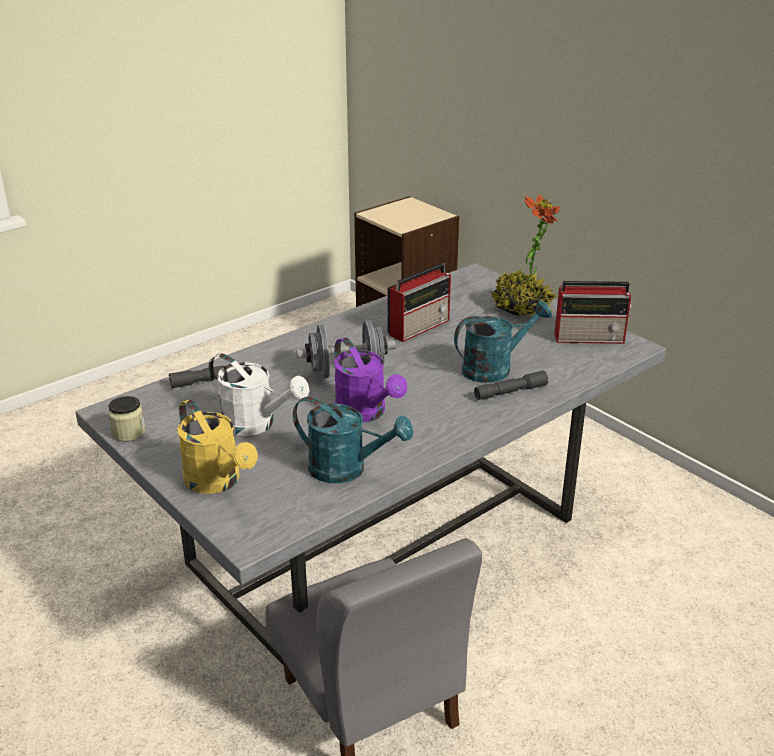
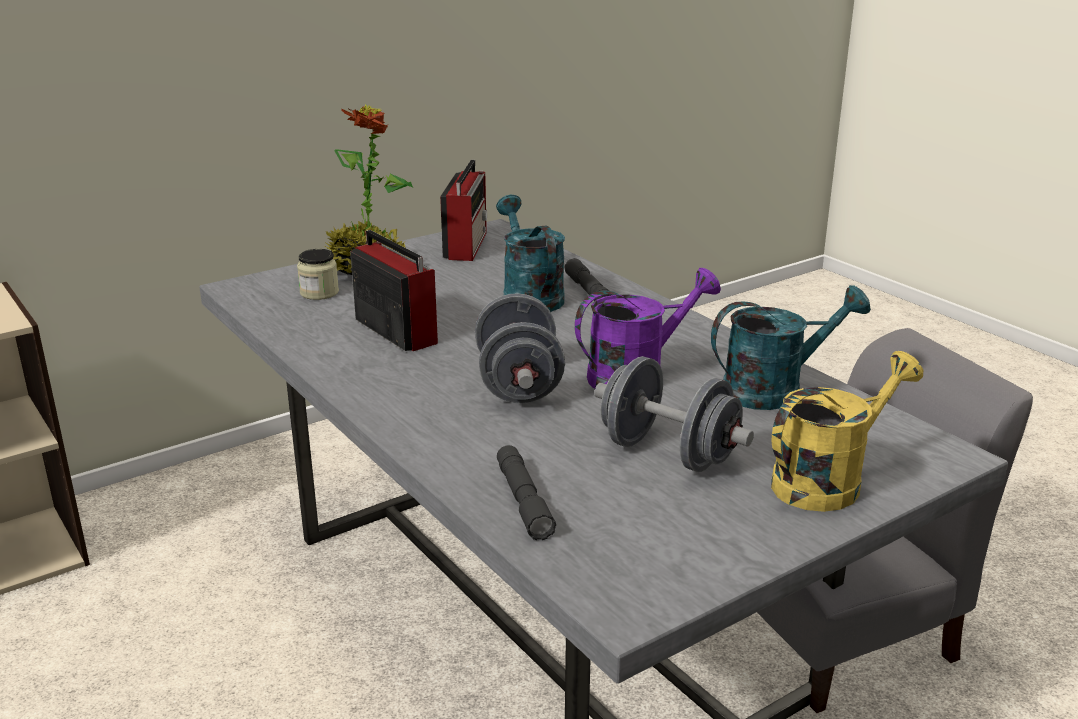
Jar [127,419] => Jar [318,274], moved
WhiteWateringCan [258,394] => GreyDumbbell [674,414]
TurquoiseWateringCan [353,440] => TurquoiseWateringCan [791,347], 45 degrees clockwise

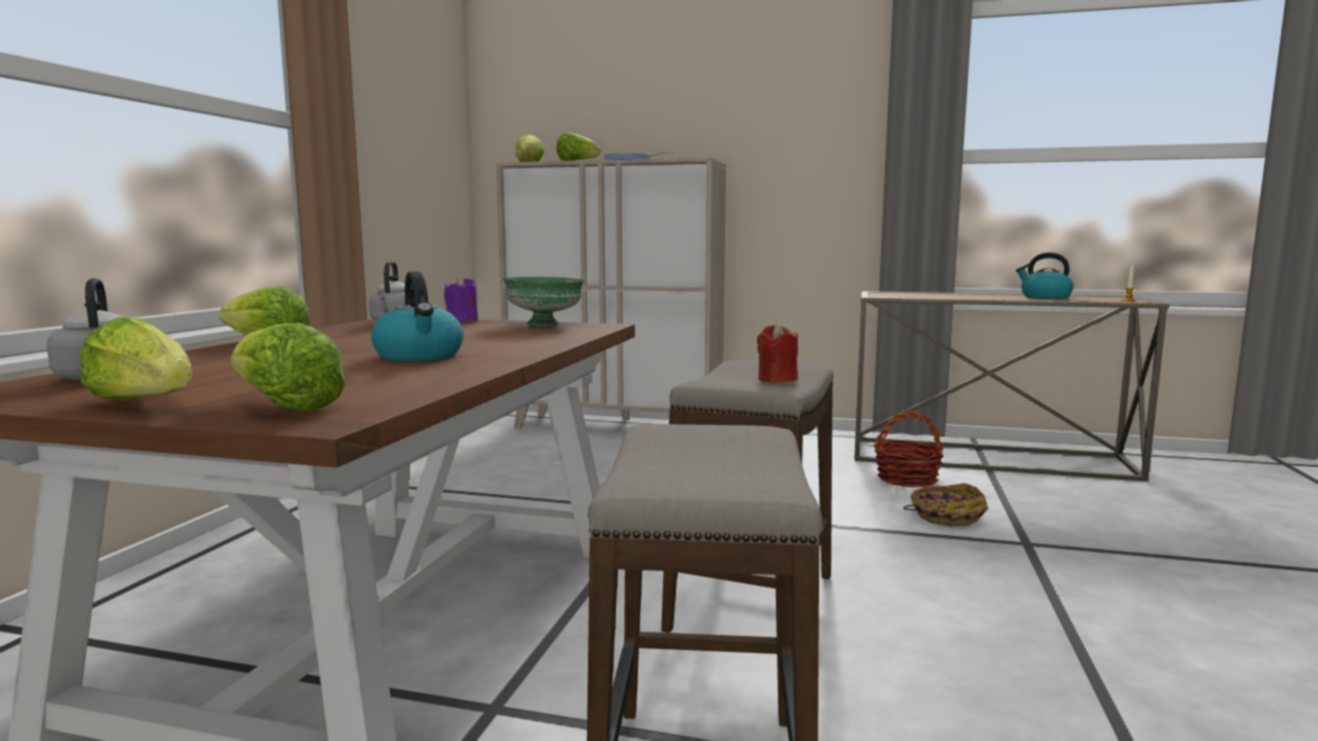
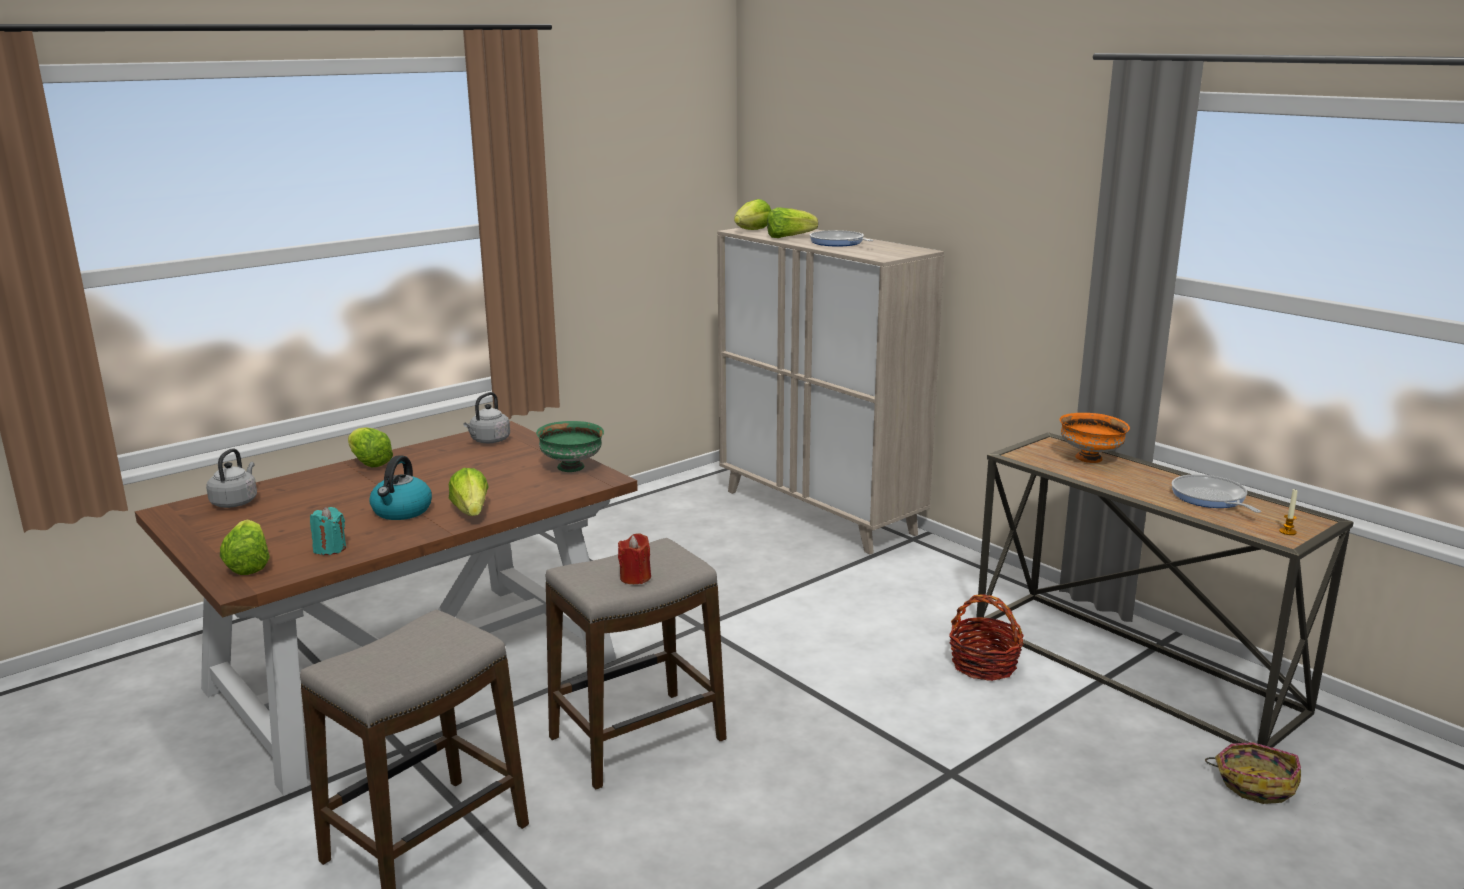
Lettuce [136,358] => Lettuce [469,492], moved
PurpleCandle [461,299] => nothing
Basket [945,504] => Basket [1253,773], moved
Kettle [1045,275] => FryingPan [1216,493]
nothing => TurquoiseCandle [328,531]
nothing => OrangeBowl [1095,438]

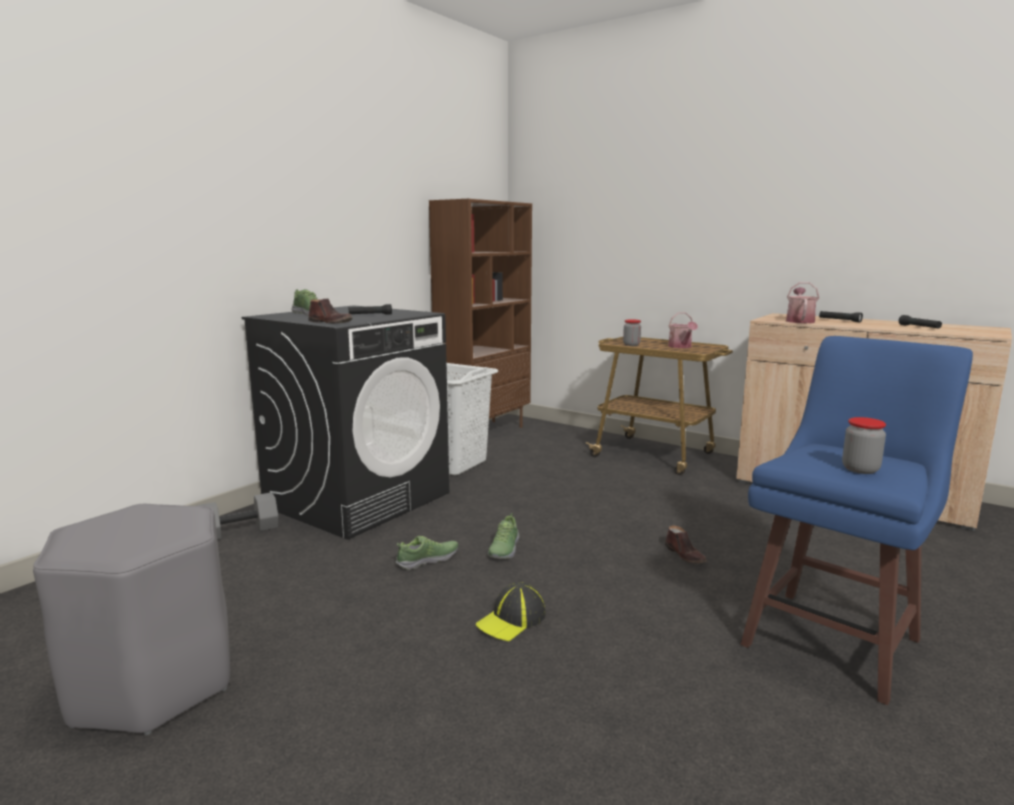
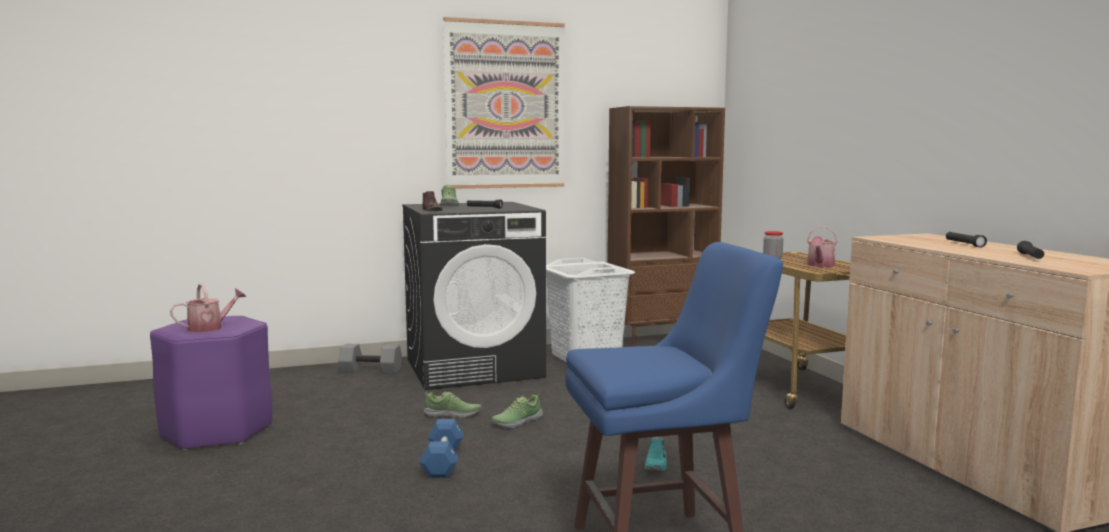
GreyStool [131,619] => PurpleStool [211,383]
Cap [510,611] => BlueDumbbell [441,448]
BrownShoe [686,545] => TurquoiseShoe [656,453]
WateringCan [802,302] => WateringCan [208,307], moved
Jar [864,445] => nothing
nothing => Picture [504,103]

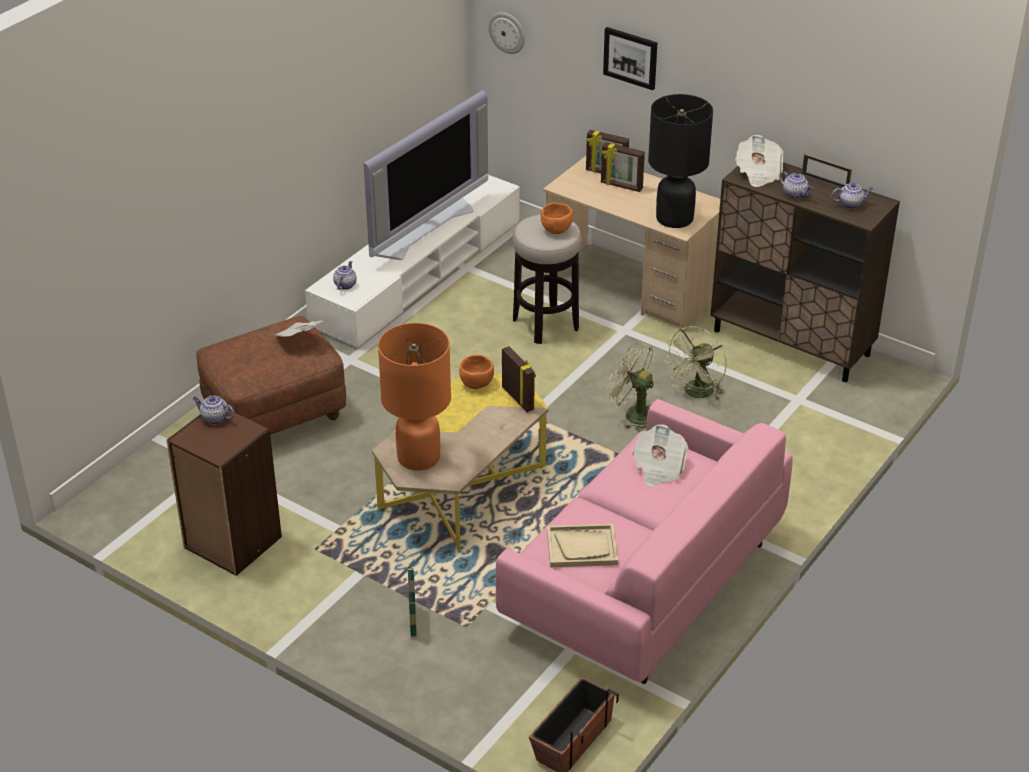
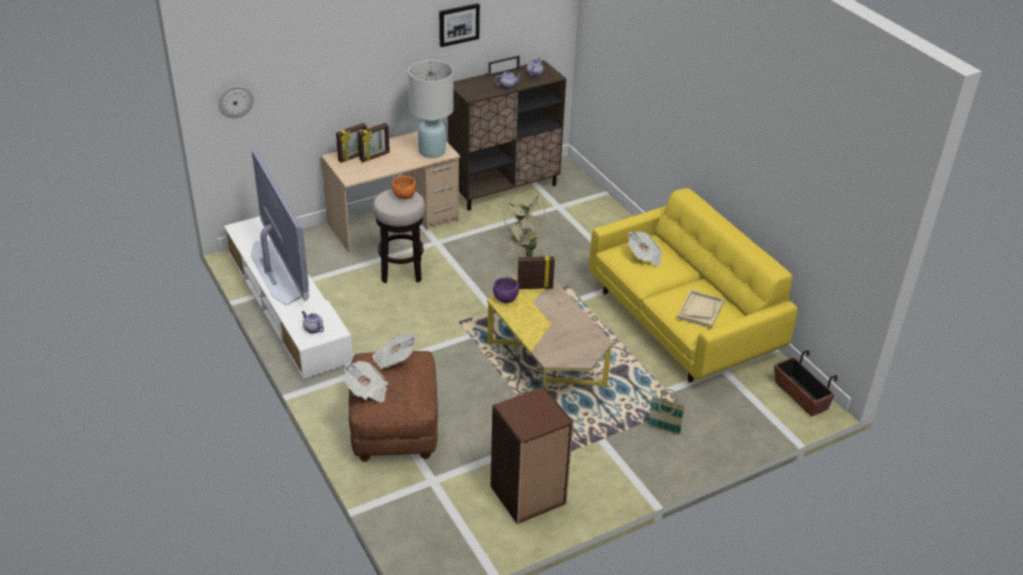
Teapot [214,410] => nothing
OrangeTableLamp [414,397] => nothing
OrangeBowl [476,372] => PurpleBowl [506,290]
PinkSofa [644,541] => YellowSofa [693,285]
Picture [630,58] => Picture [459,25], moved
BlackTableLamp [680,161] => WhiteTableLamp [431,109]
Newspaper [759,161] => Newspaper [366,381], moved

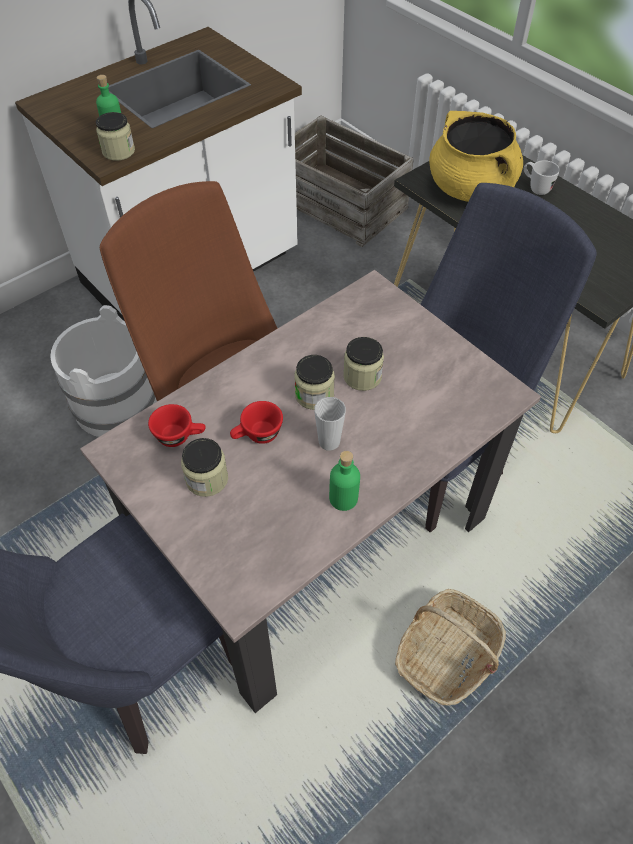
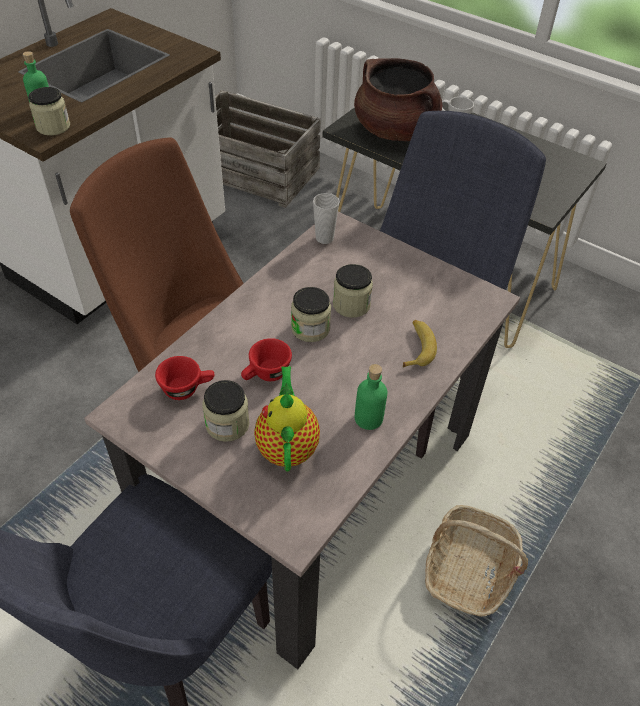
WhiteBucket [103,371] => nothing
Cup [330,424] => Cup [326,218], moved
YellowCookingPot [476,156] => BrownCookingPot [398,99]
nothing => Teapot [287,419]
nothing => Banana [420,344]

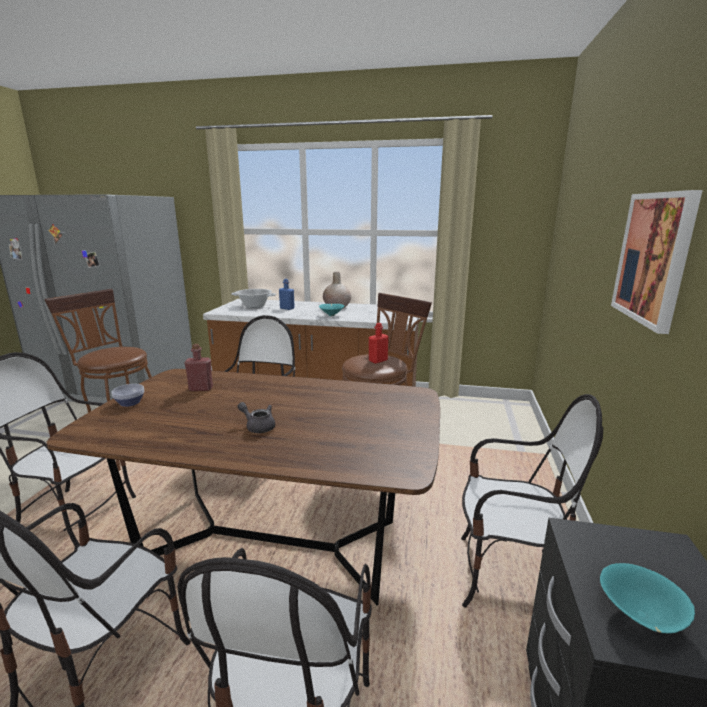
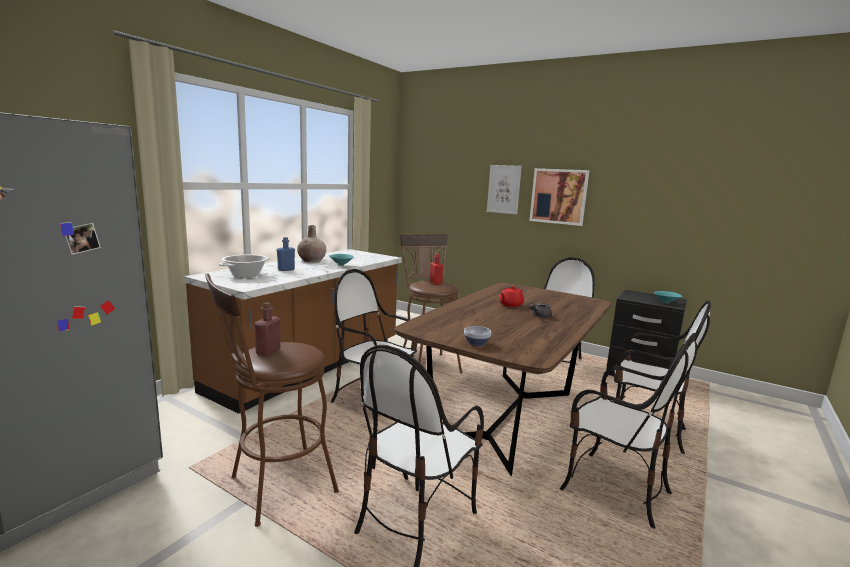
RedBottle [198,367] => RedBottle [267,329], moved
nothing => Picture [504,189]
nothing => RedTeapot [511,296]

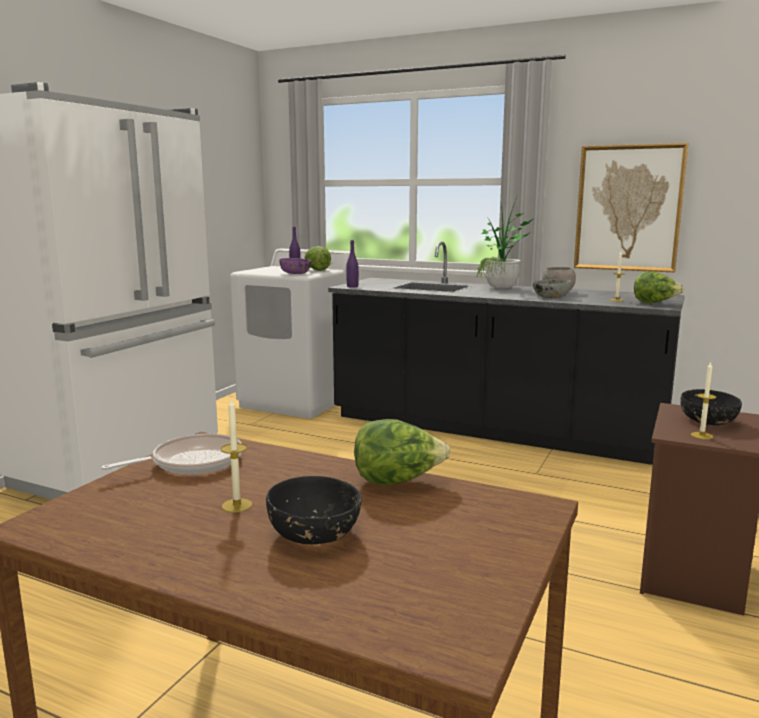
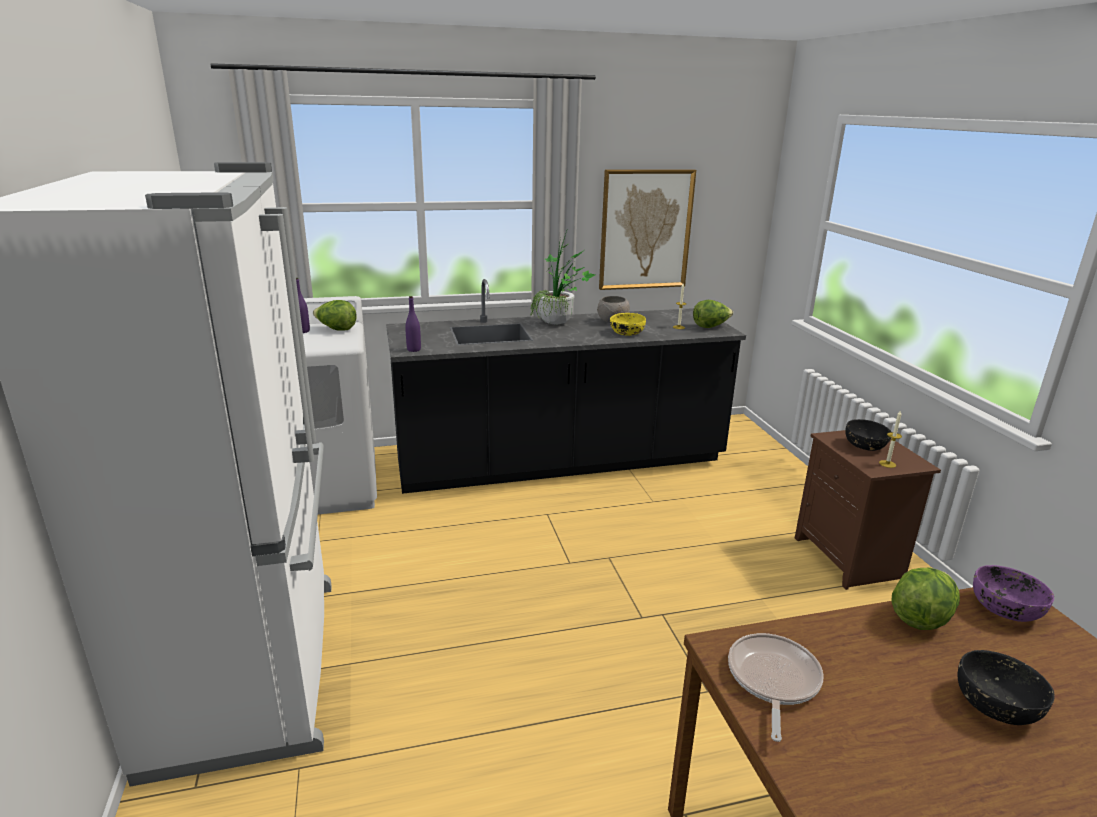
Candle [236,455] => nothing
PurpleBowl [295,266] => PurpleBowl [1013,593], moved
GreyBowl [552,288] => YellowBowl [628,324]

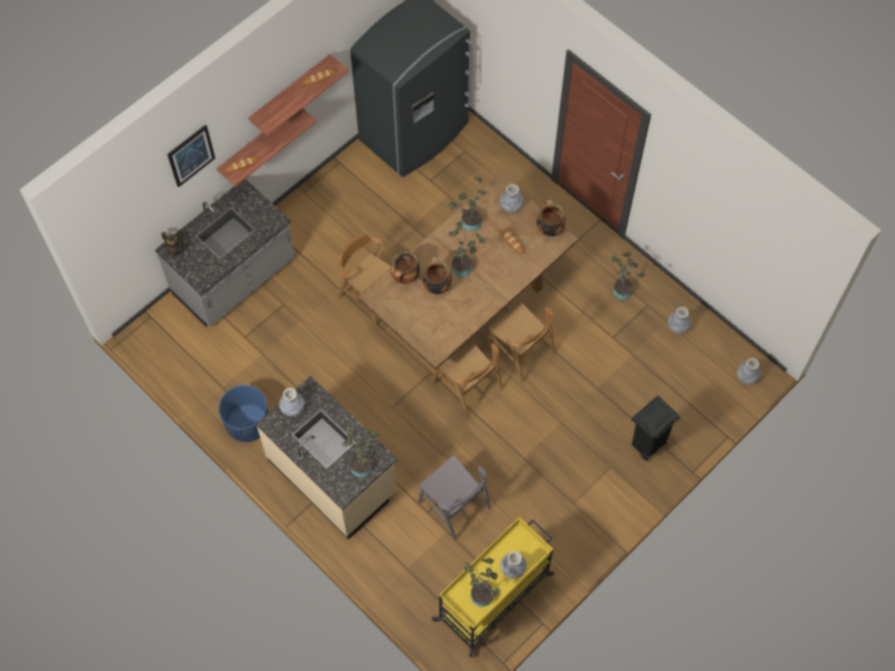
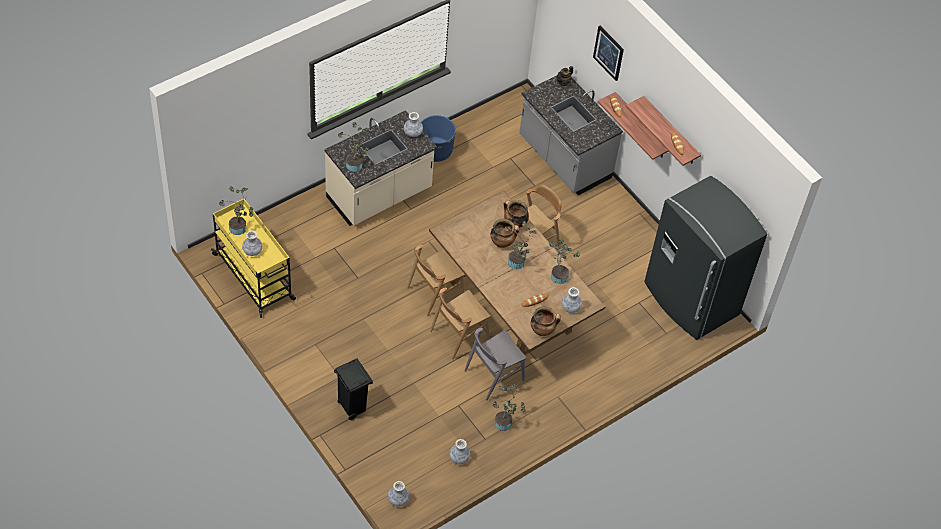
GreyChair [454,498] => GreyChair [495,364], moved

